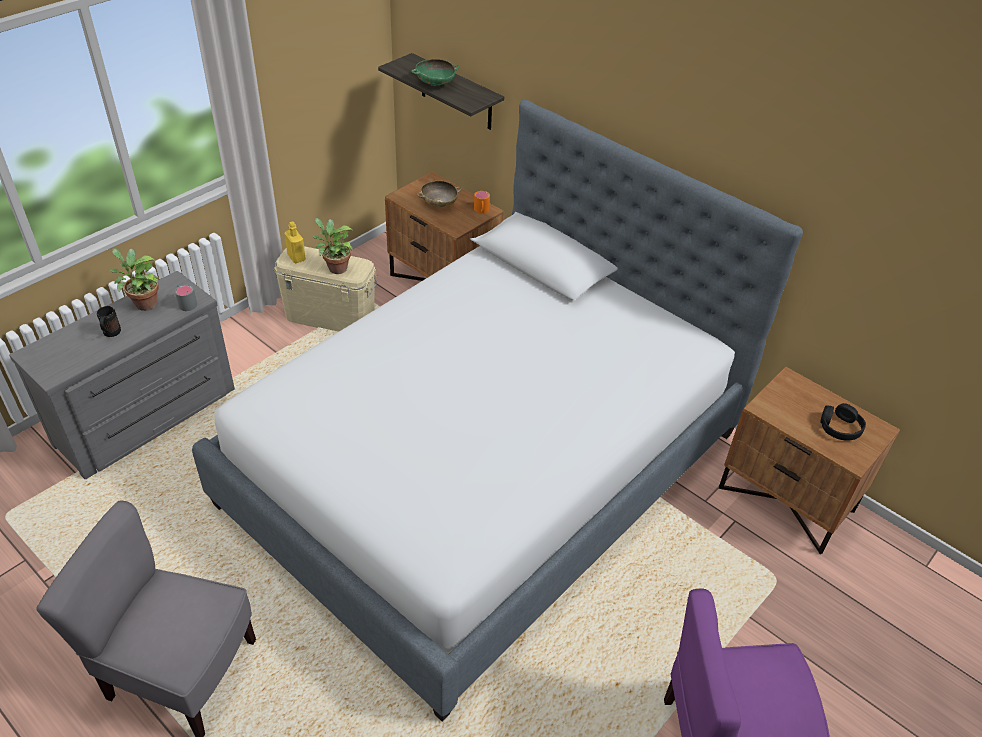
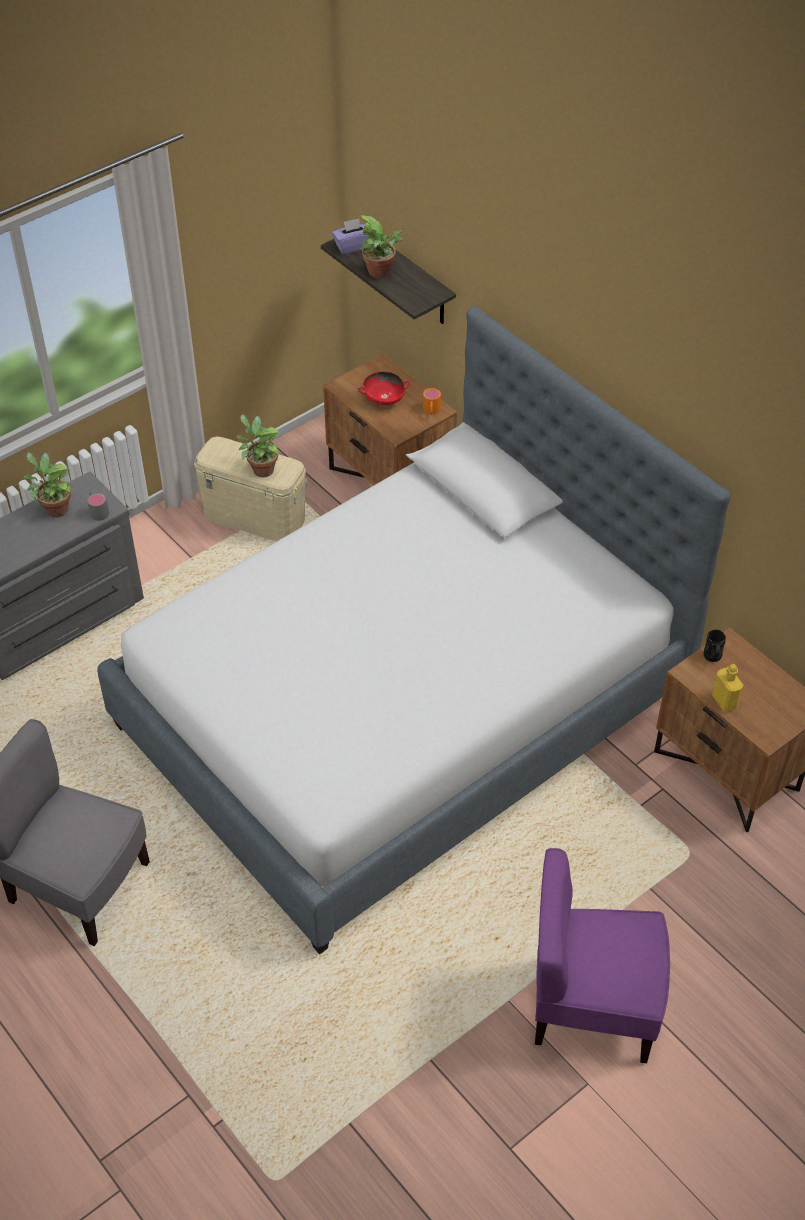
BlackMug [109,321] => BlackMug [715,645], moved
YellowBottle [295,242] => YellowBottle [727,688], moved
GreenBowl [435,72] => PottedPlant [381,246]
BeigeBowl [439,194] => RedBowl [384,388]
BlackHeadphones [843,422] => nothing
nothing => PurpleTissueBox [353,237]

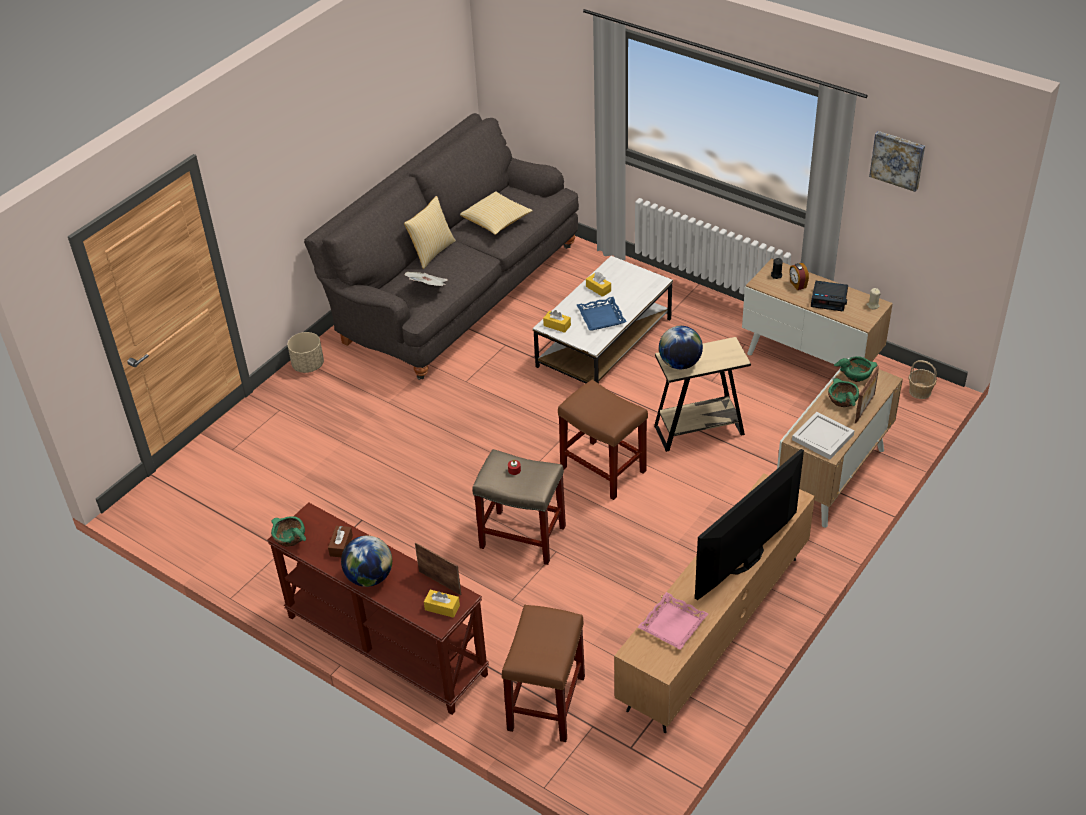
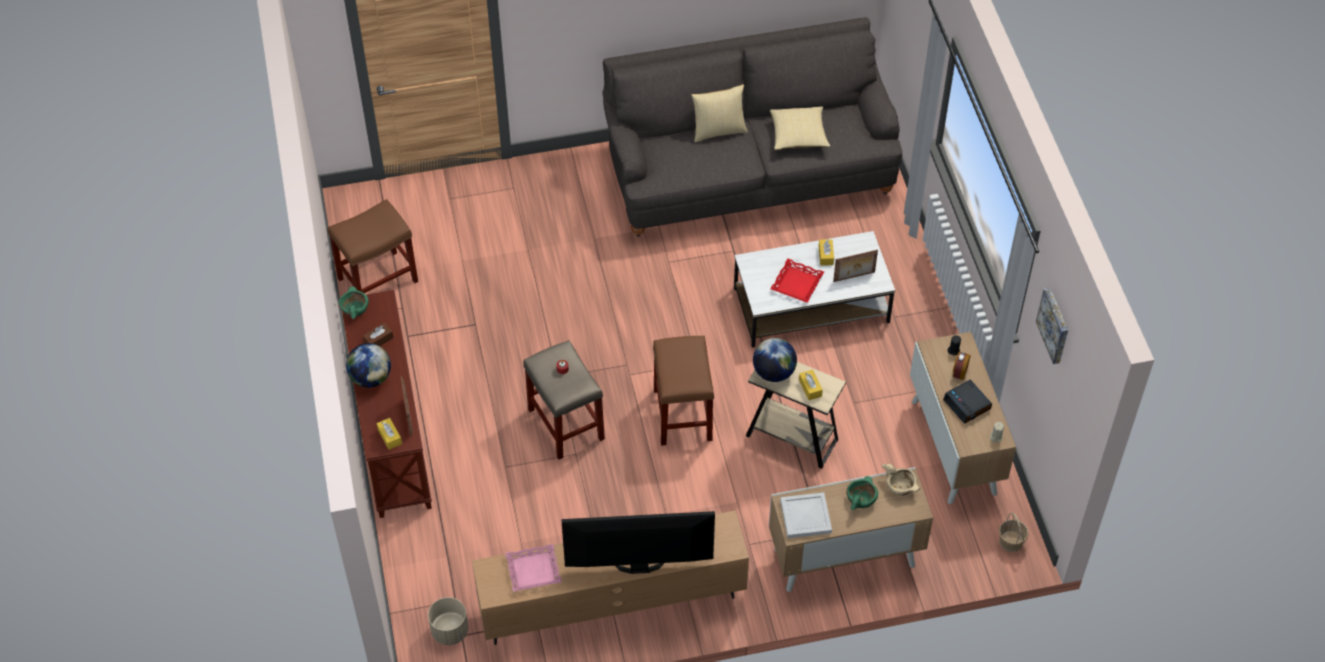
BeigePlanter [305,352] => BeigePlanter [448,621], moved
Newspaper [426,279] => nothing
BrownStool [543,673] => BrownStool [373,246], moved
YellowTissueBox [557,321] => YellowTissueBox [811,385], moved
BlueTray [602,313] => RedTray [797,280]
GreenBowl [855,369] => BeigeBowl [901,480]
PictureFrame [867,395] => PictureFrame [855,265], moved

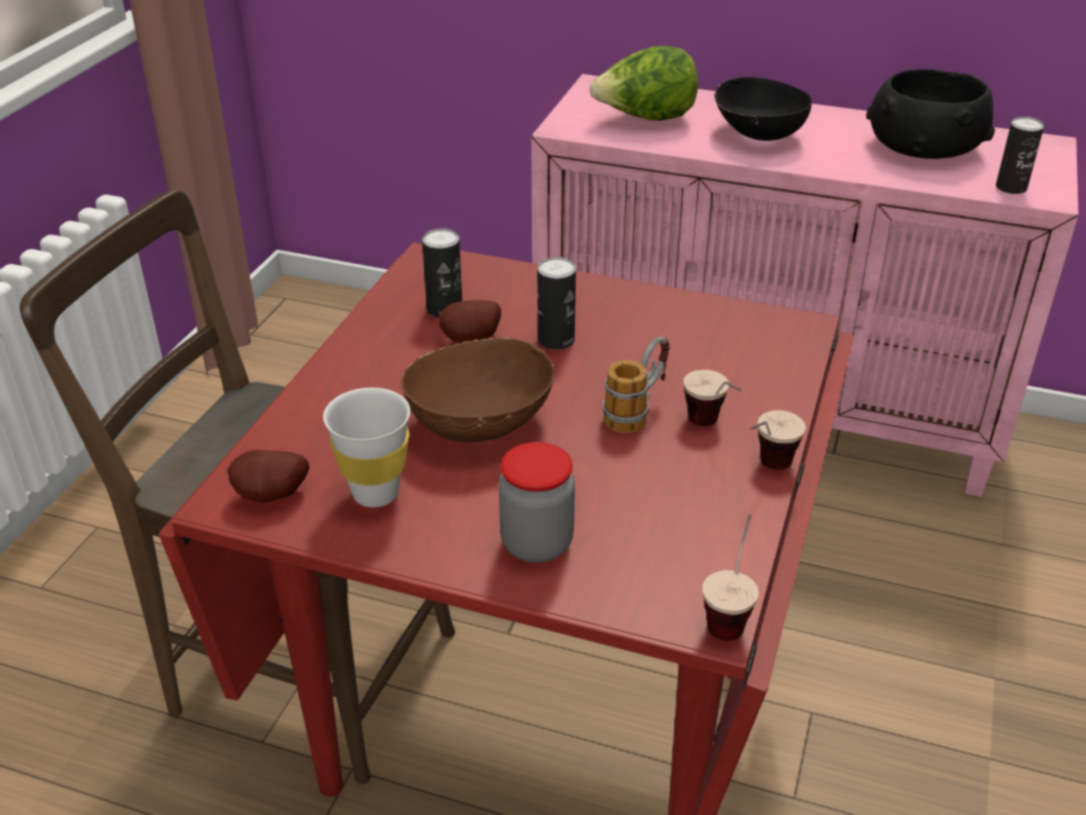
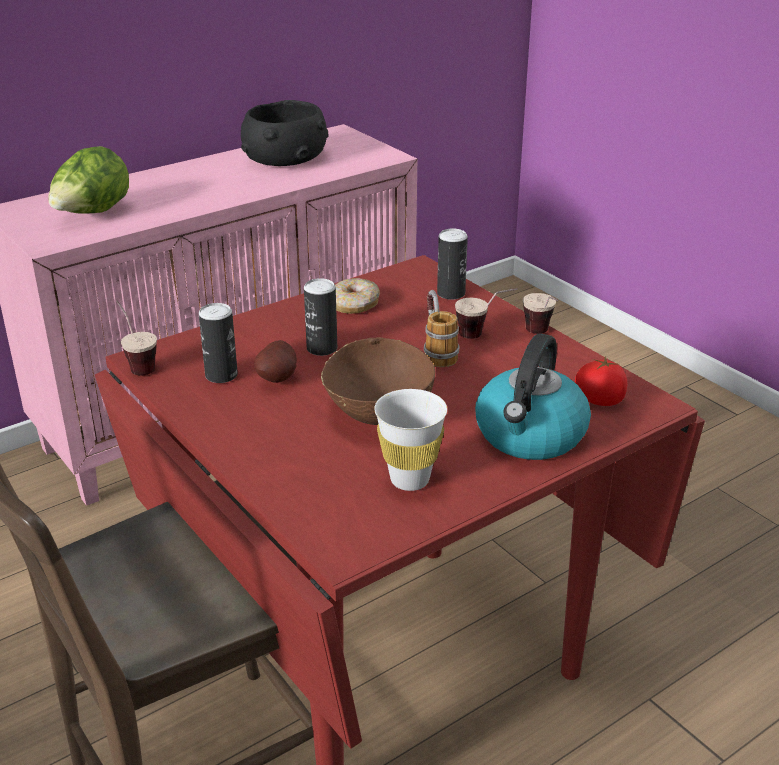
Potato [268,476] => nothing
Jar [537,502] => Kettle [533,397]
Cup [730,577] => Cup [136,338], moved
BlackBowl [763,109] => nothing
Can [1020,155] => Can [452,264], moved
nothing => Donut [357,296]
nothing => Tomato [601,381]

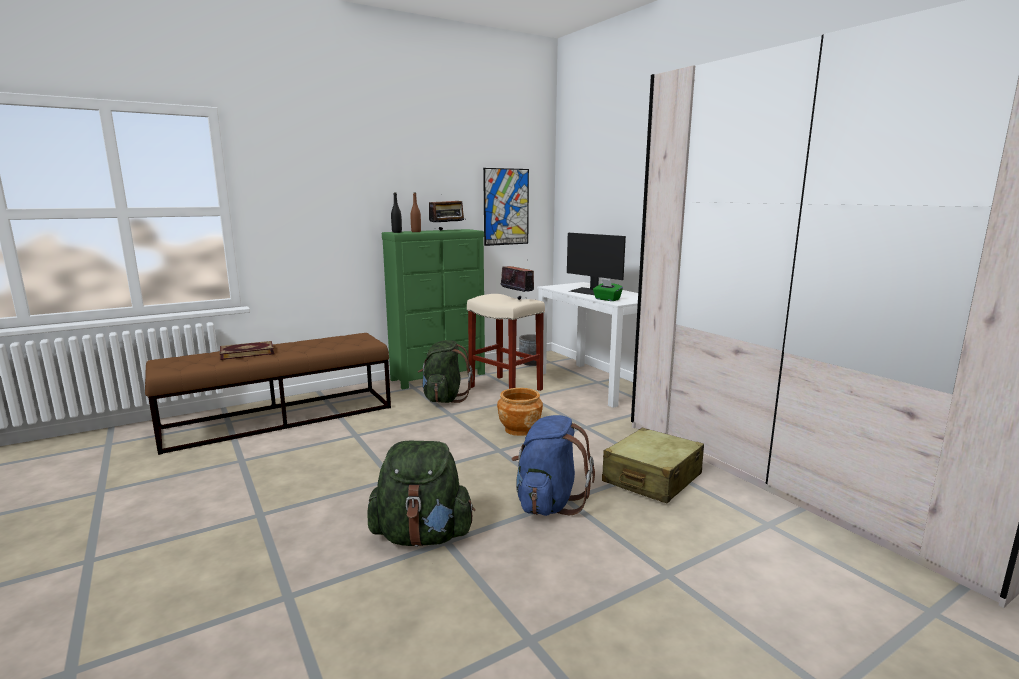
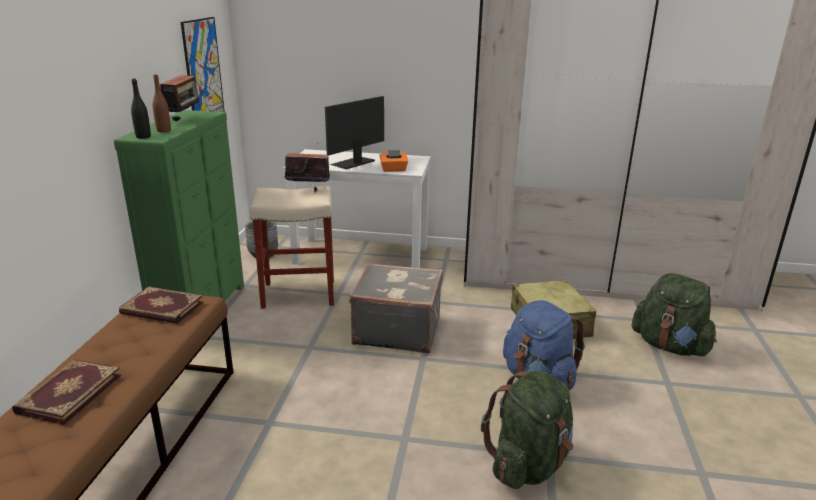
GreenBackpack [446,371] => GreenBackpack [674,314], moved
BrownPlanter [520,412] => GreySuitcase [396,308]
Monitor [596,264] => Monitor [354,132], 135 degrees clockwise
GreenTissueBox [608,290] => OrangeTissueBox [394,161]
nothing => Book [161,305]

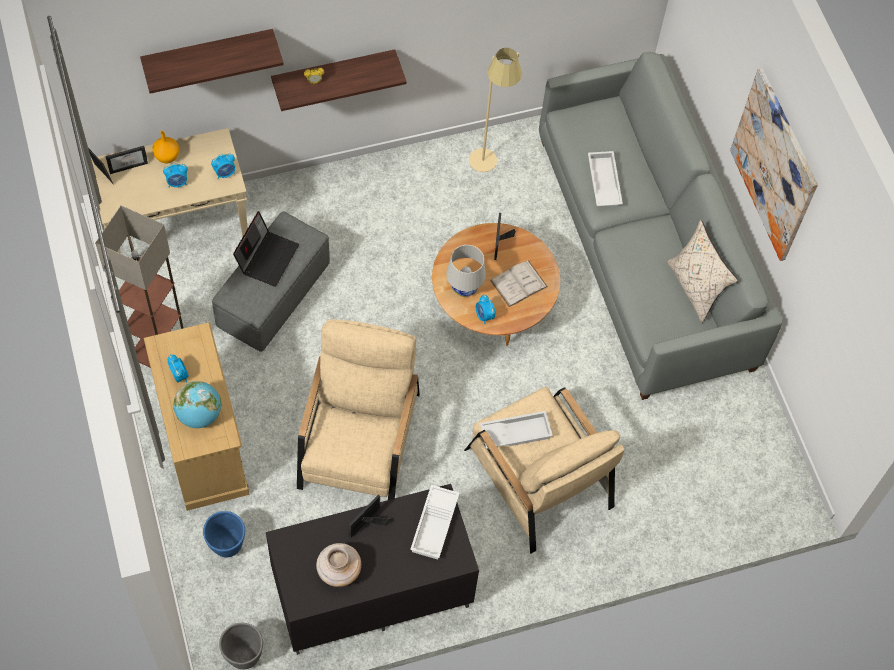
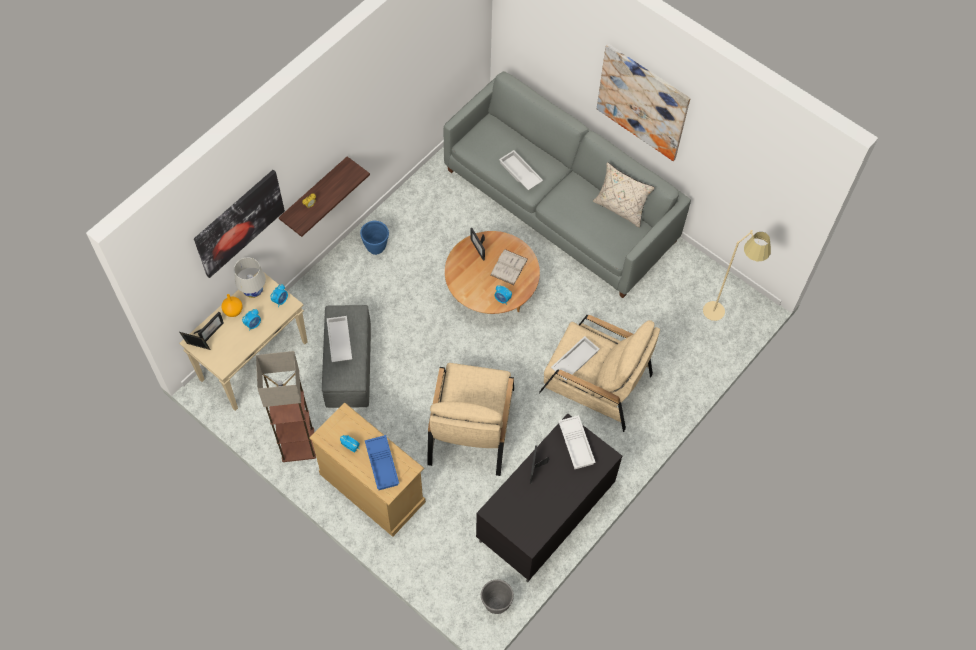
Shelf [212,61] => Picture [239,224]
Globe [197,404] => BlueTray [382,462]
BluePlanter [224,534] => BluePlanter [374,238], moved
Laptop [266,249] => WhiteTray [339,339]
BeigeArmchair [358,409] => BeigeArmchair [470,419], 150 degrees counterclockwise
BeigeVase [338,565] => nothing
WhiteTableLamp [466,271] => WhiteTableLamp [250,278], moved
BeigeFloorLamp [495,110] => BeigeFloorLamp [737,275], moved

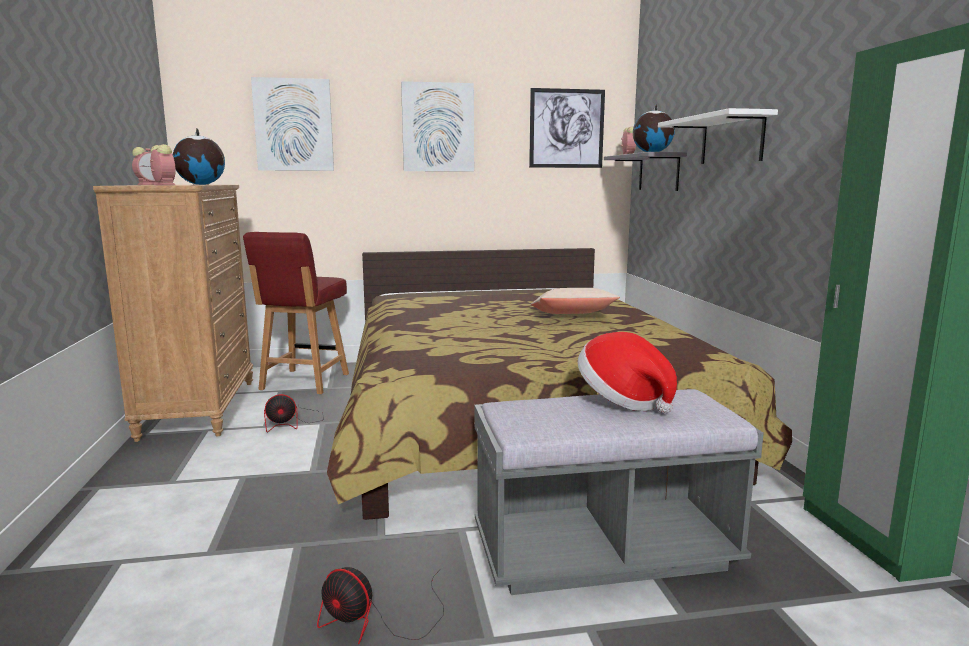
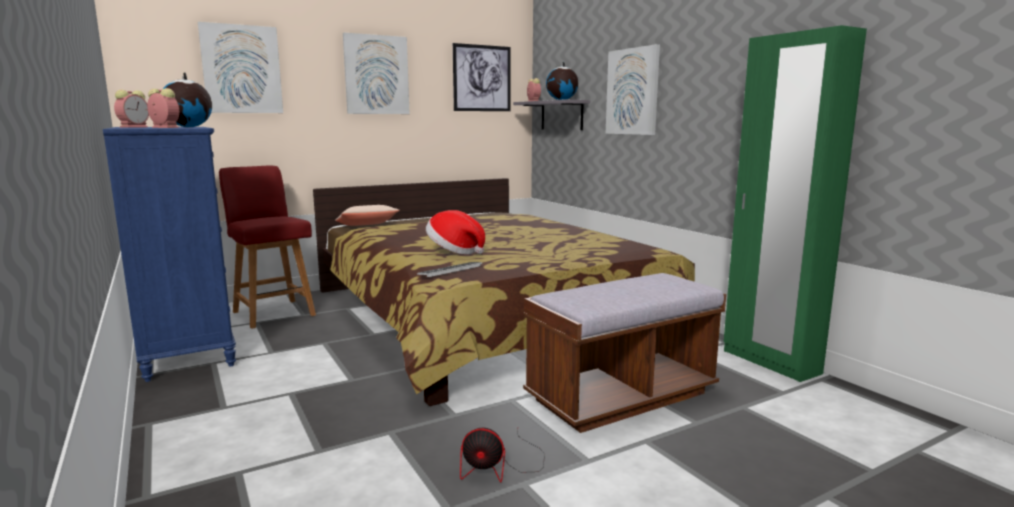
BrownDresser [173,313] => BlueDresser [169,254]
RedChair [296,313] => RedChair [267,247], 150 degrees clockwise
Fan [294,413] => nothing
GreyBench [619,492] => BrownBench [624,353]
BeigePillow [575,301] => BeigePillow [367,215], moved
Hat [627,372] => Hat [455,232], moved
WhiteShelf [718,136] => Picture [633,89]
nothing => Keyboard [450,269]

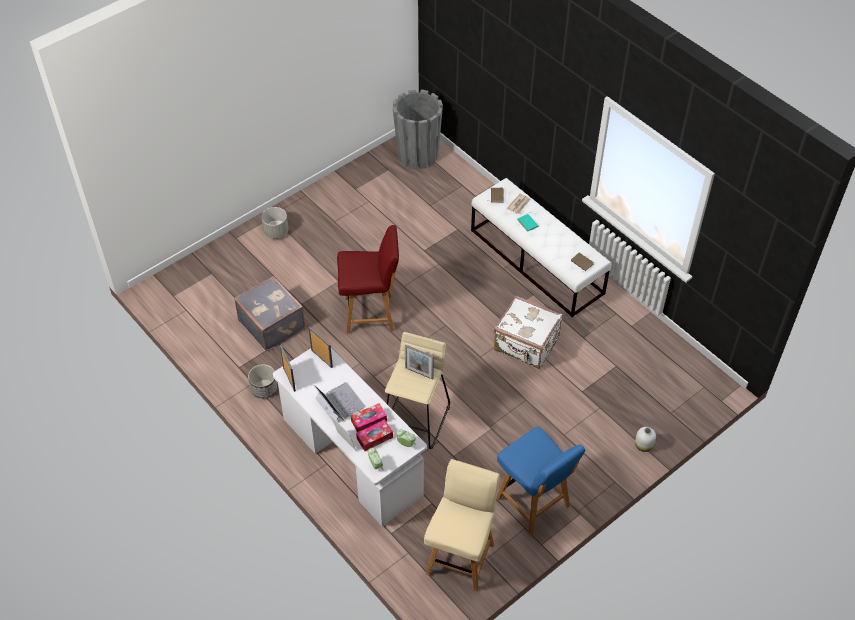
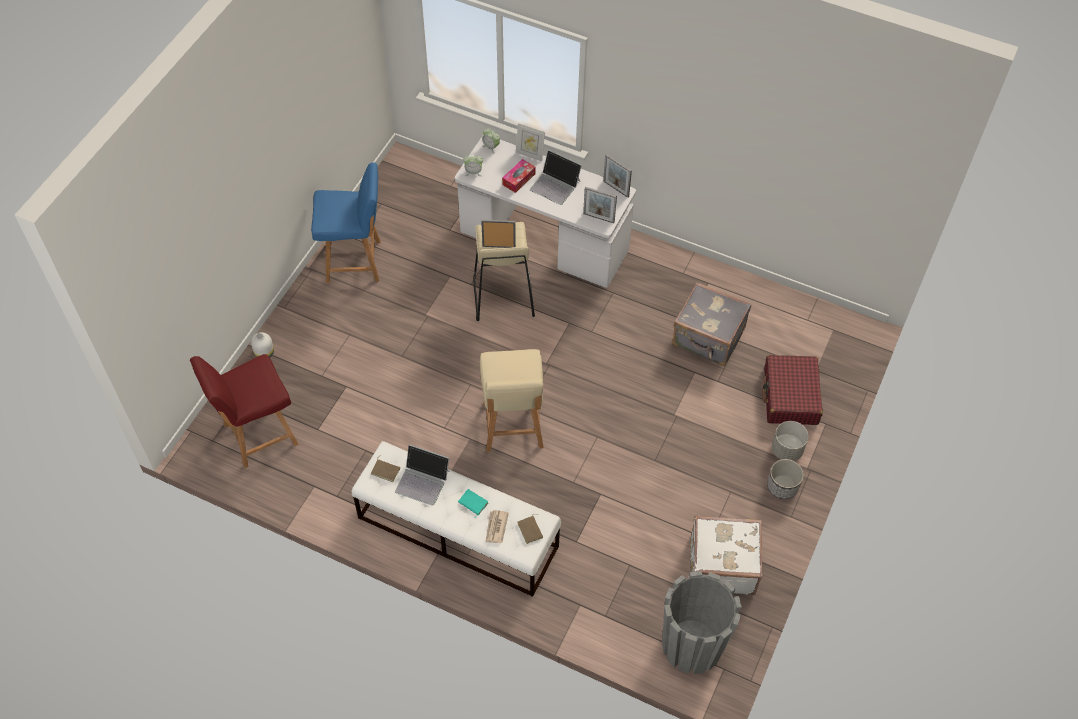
Planter [262,381] => Planter [785,479], moved
RedChair [368,279] => RedChair [244,411], moved
TissueBox [374,435] => nothing
BeigeChair [462,525] => BeigeChair [512,400], moved
WhiteSuitcase [528,332] => WhiteSuitcase [726,555], moved
BlueChair [541,480] => BlueChair [345,222], 150 degrees clockwise
nothing => Laptop [422,475]
nothing => RedSuitcase [792,390]

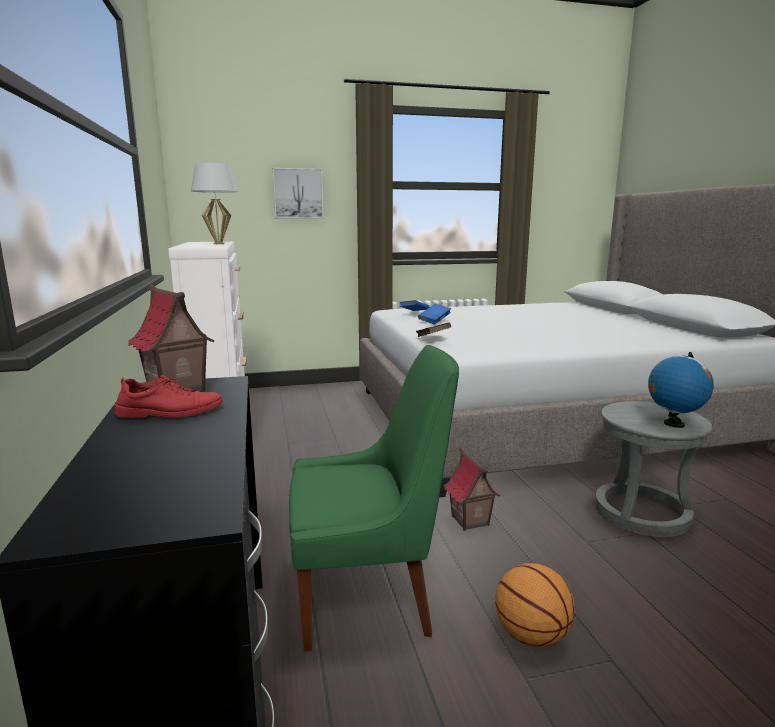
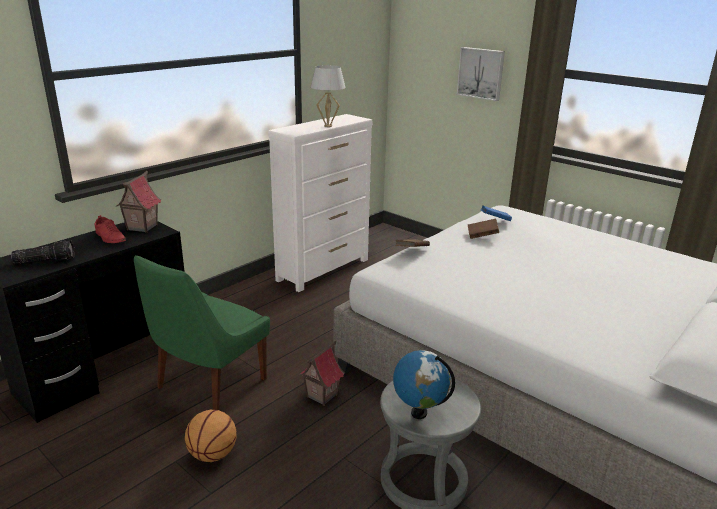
GreenChair [374,498] => GreenChair [202,332], 75 degrees clockwise
BlueBook [434,314] => BrownBook [483,229]
nothing => Flashlight [43,252]

